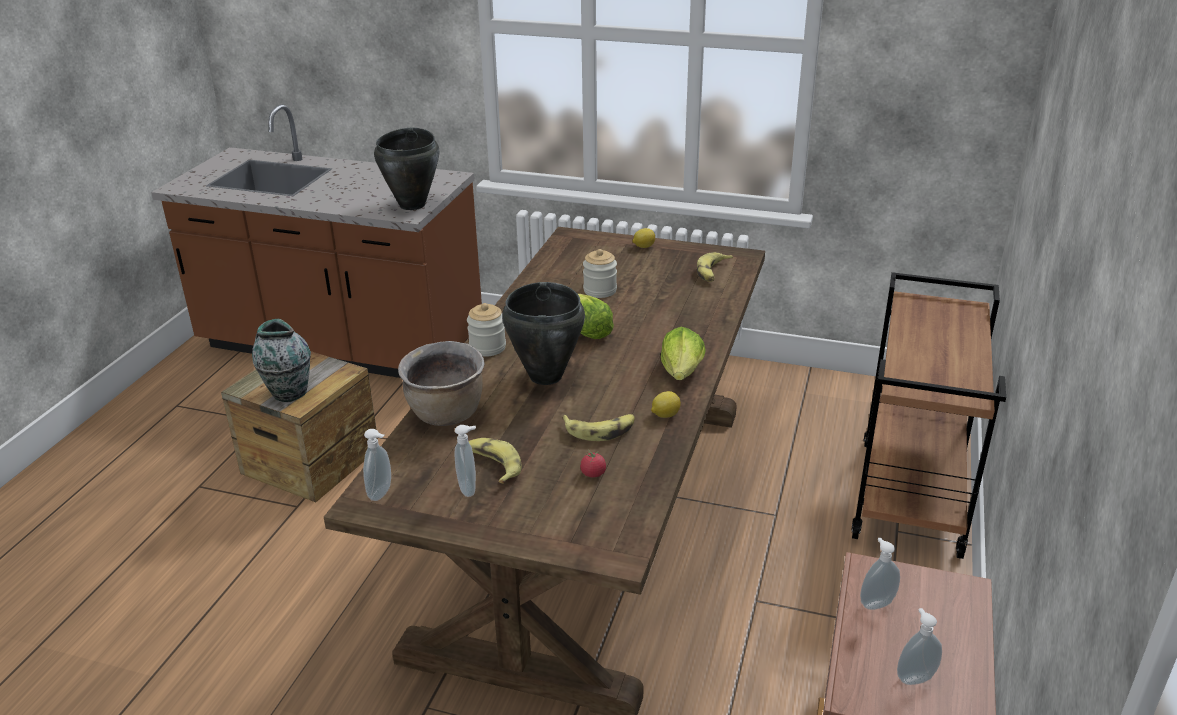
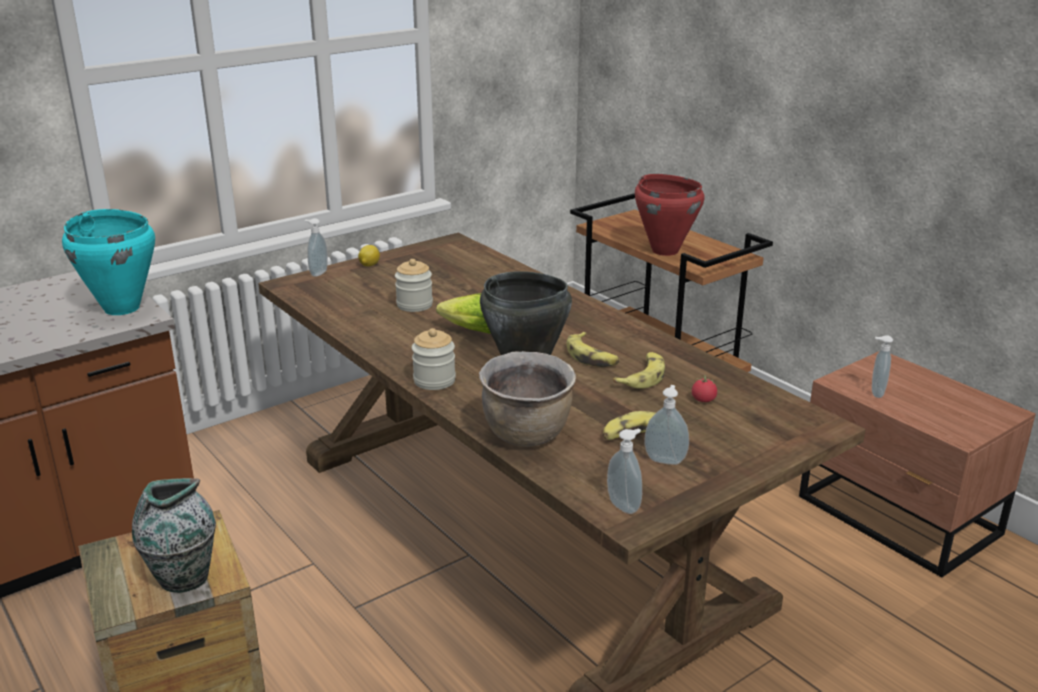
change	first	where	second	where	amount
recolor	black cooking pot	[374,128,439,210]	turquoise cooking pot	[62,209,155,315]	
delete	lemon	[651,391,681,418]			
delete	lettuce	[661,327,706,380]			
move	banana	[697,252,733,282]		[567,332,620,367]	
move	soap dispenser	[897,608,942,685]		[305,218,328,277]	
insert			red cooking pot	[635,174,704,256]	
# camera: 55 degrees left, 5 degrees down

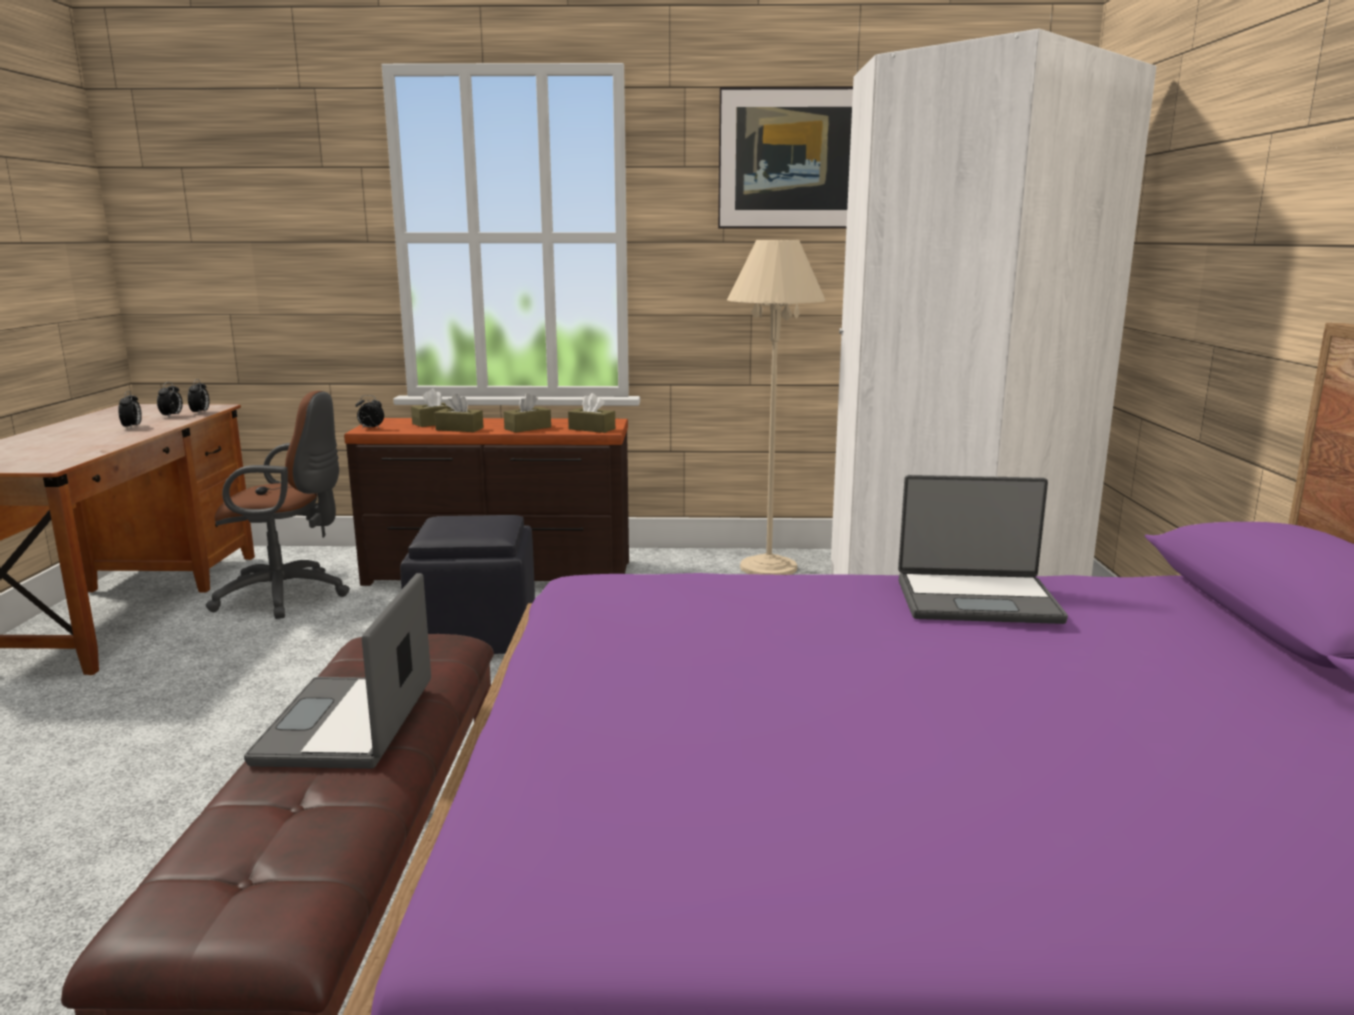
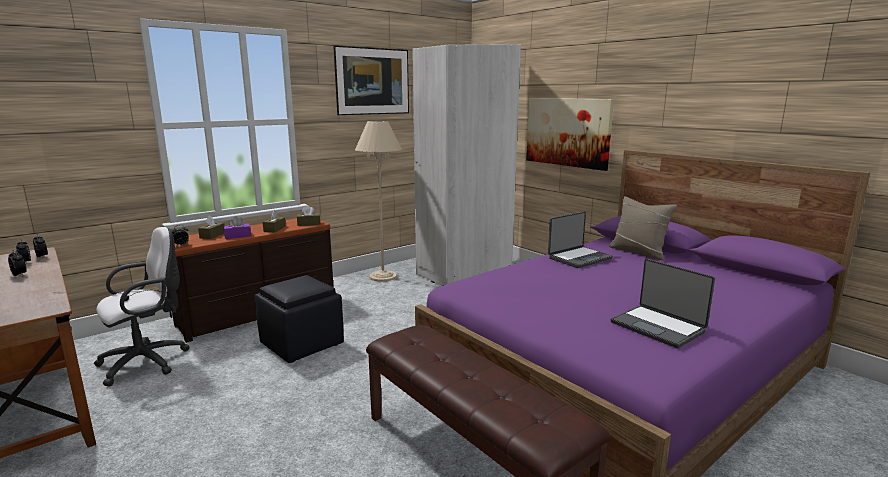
change	first	where	second	where	amount
recolor	brown office chair	[206,391,350,619]	white office chair	[94,227,190,386]	
move	laptop	[244,573,431,769]		[611,259,715,348]	
recolor	brown tissue box	[435,394,484,432]	purple tissue box	[223,216,251,239]	
insert			picture	[526,98,614,171]	
insert			beige pillow	[609,196,677,260]	
# camera: 40 degrees left, 0 degrees up

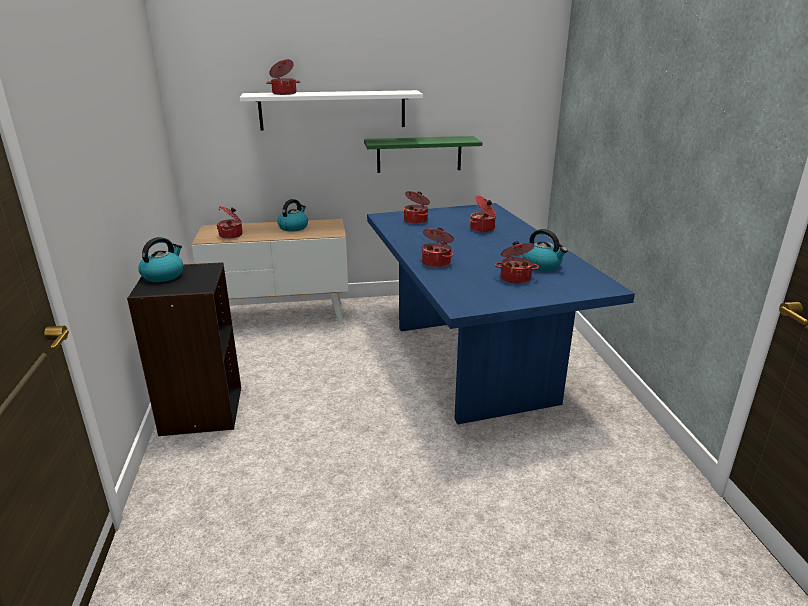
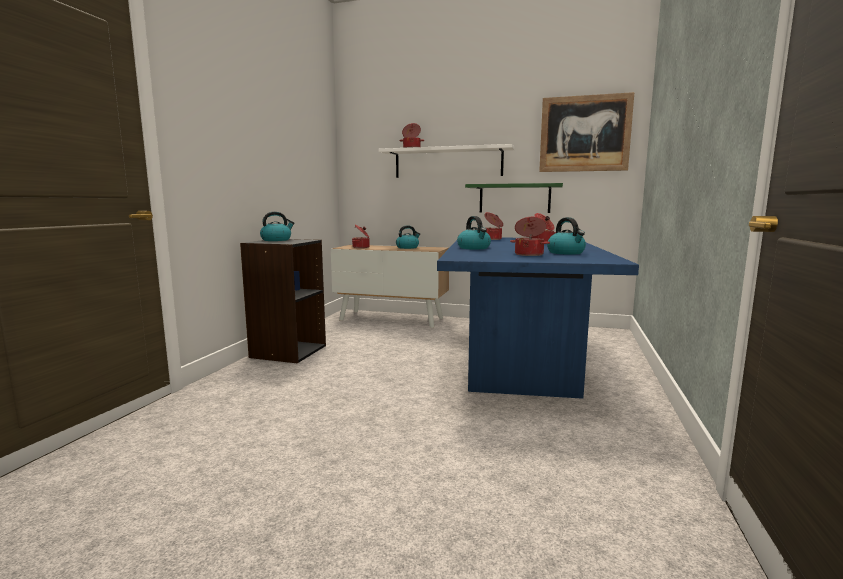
change	first	where	second	where	amount
replace	cooking pot	[421,228,454,268]	kettle	[457,216,491,249]	
insert			picture	[539,92,634,172]	
# camera: 25 degrees right, 15 degrees down

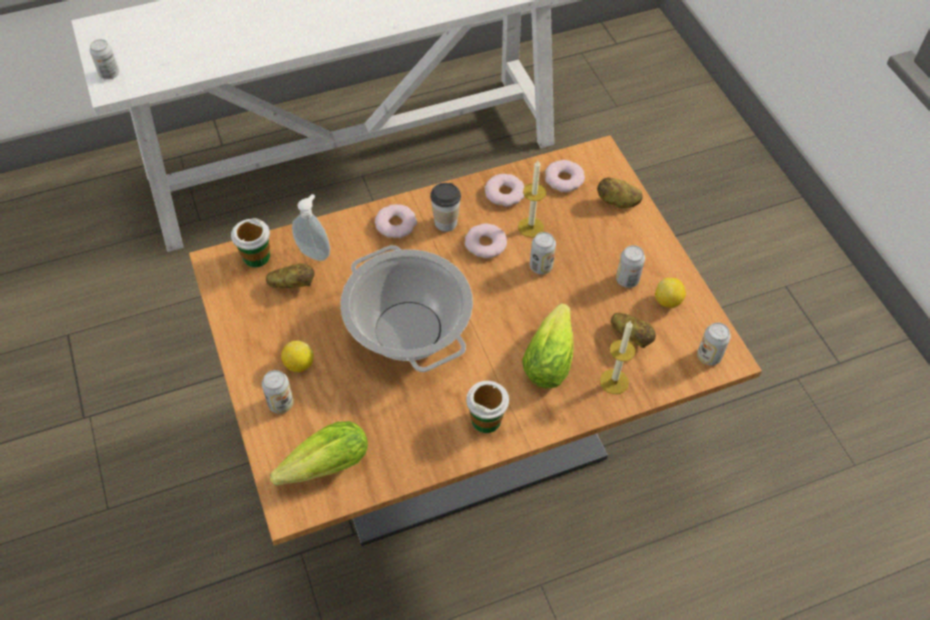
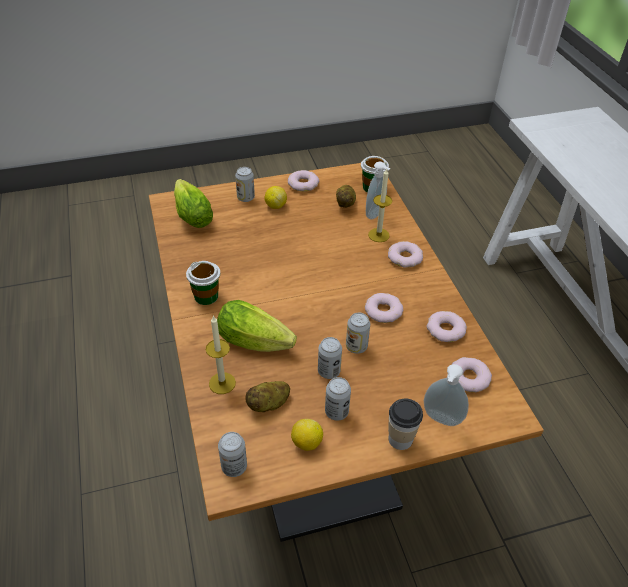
change	first	where	second	where	amount
move	can	[90,39,119,80]		[318,337,342,379]	
delete	cooking pot	[340,245,473,372]			
move	cup	[430,183,461,232]		[388,399,423,450]	
move	candle	[518,160,546,238]		[368,168,392,242]	
replace	potato	[597,177,643,208]	soap dispenser	[424,364,469,426]	
insert			donut	[288,170,319,192]	
# camera: 95 degrees right, 10 degrees down

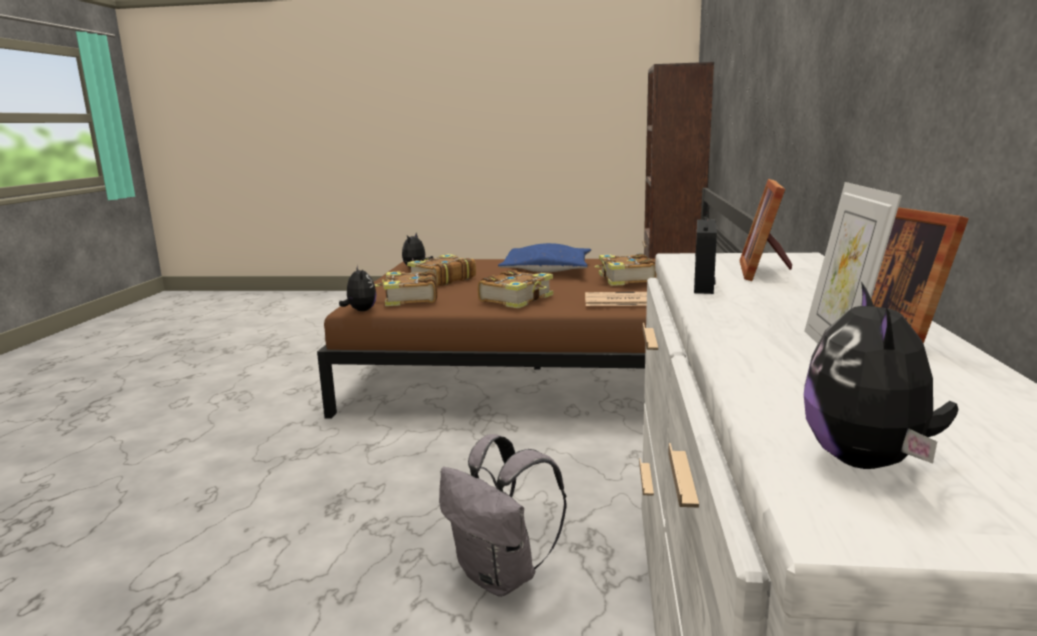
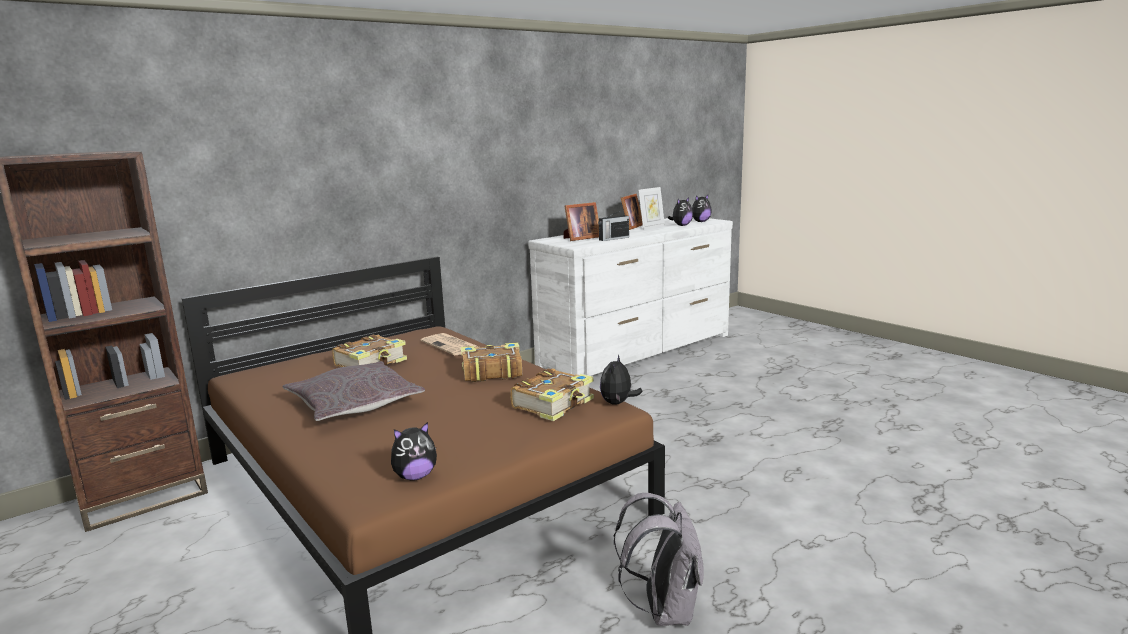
change	first	where	second	where	amount
delete	book	[407,254,476,286]			
move	grey backpack	[439,434,566,597]		[614,493,704,626]	
recolor	blue pillow	[498,243,591,272]	grey pillow	[283,361,425,421]	
insert			plush toy	[668,198,693,226]	
# camera: 135 degrees left, 0 degrees up

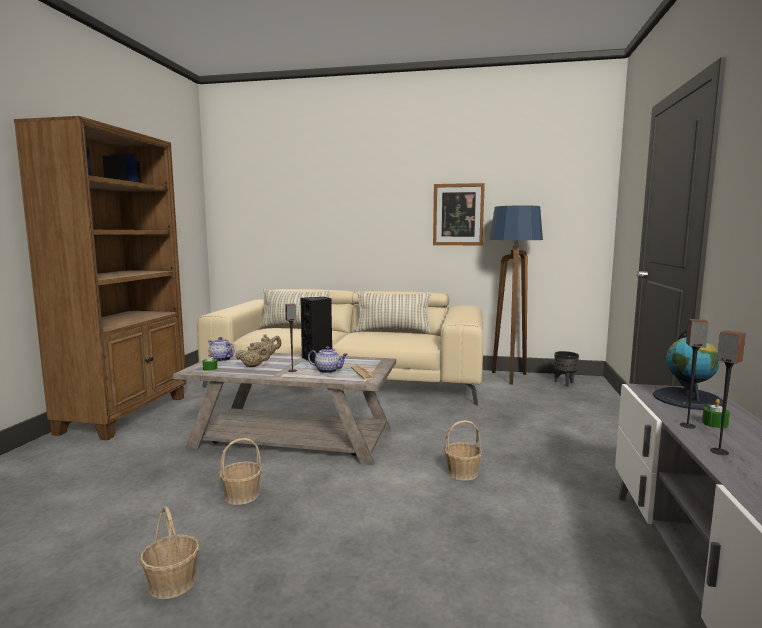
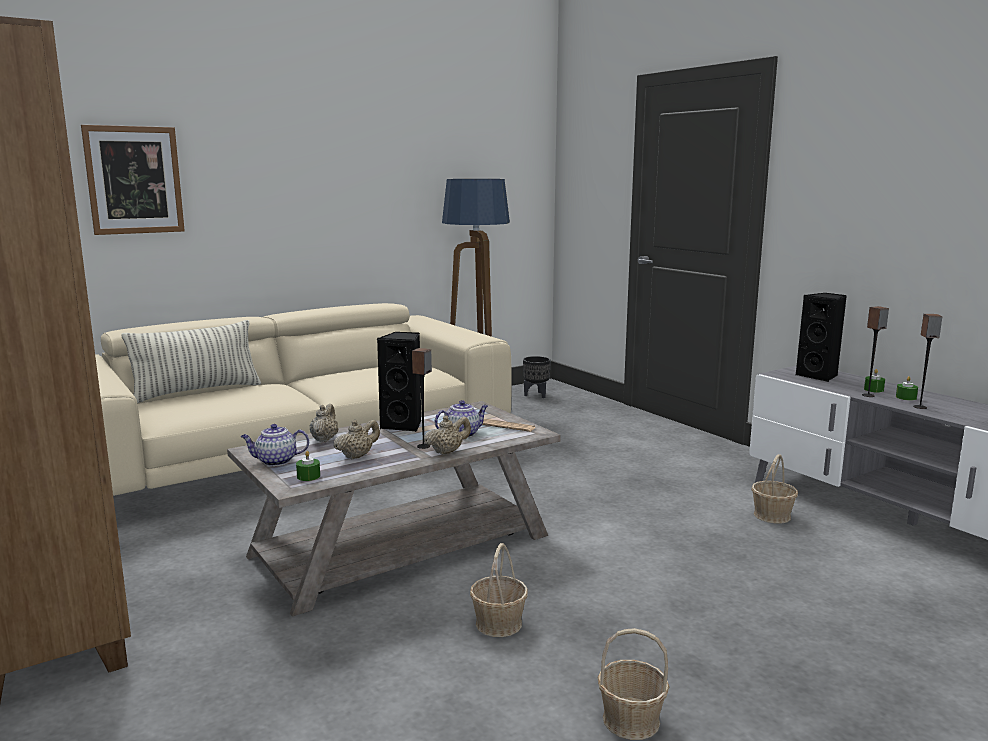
change	first	where	second	where	amount
delete	pillow	[356,291,431,333]			
move	picture	[433,183,485,245]		[81,125,185,235]	
move	basket	[444,420,482,481]		[752,454,798,523]	
replace	globe	[653,330,723,410]	black speaker	[796,293,847,382]	
insert			beige teapot	[424,416,471,455]	
insert			green candle	[896,376,918,401]	
# camera: 45 degrees left, 5 degrees up

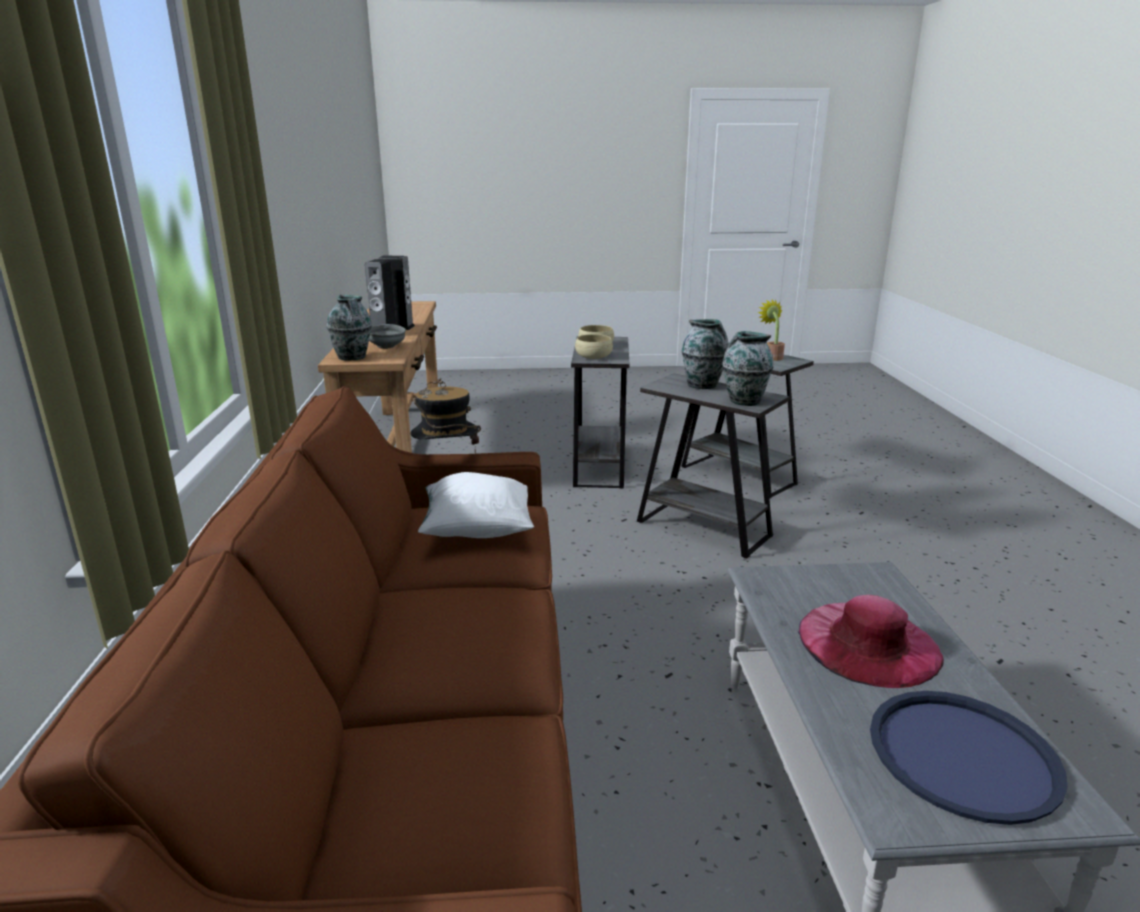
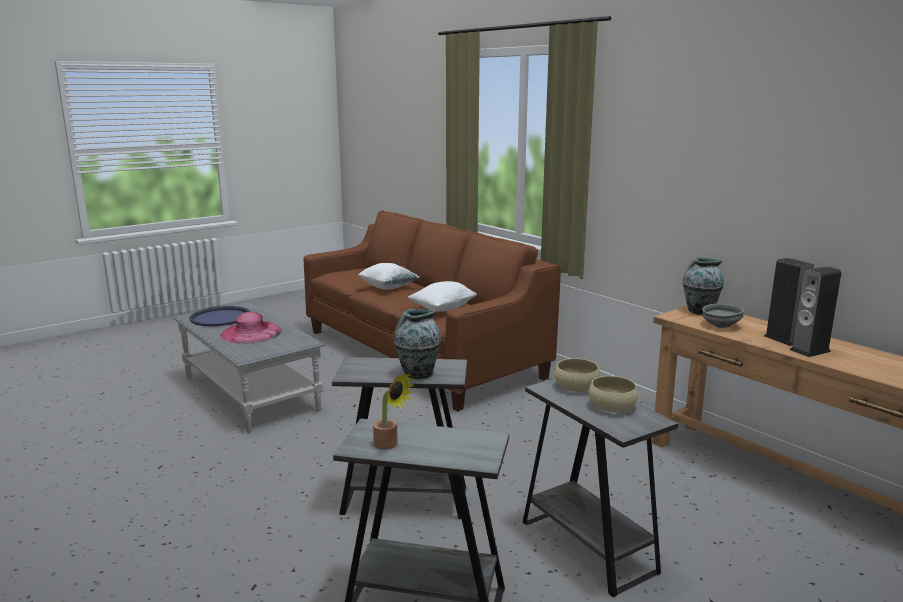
change	first	where	second	where	amount
delete	hat	[411,378,481,455]			
delete	vase	[722,331,773,406]			
insert			white pillow	[358,263,420,290]	
# camera: 145 degrees right, 5 degrees down

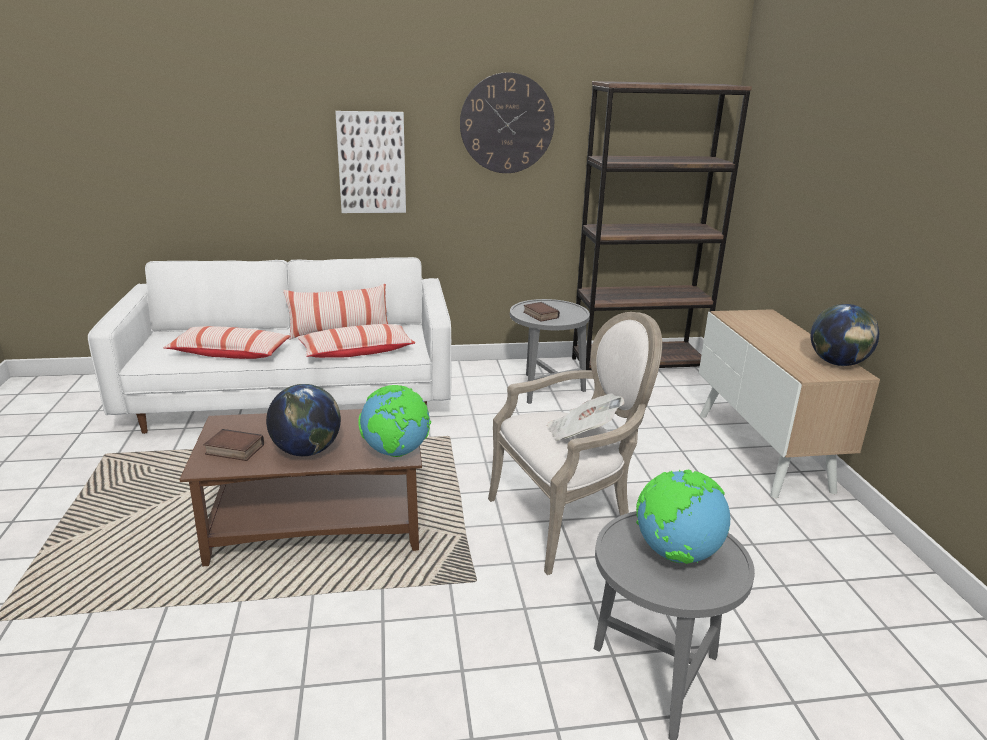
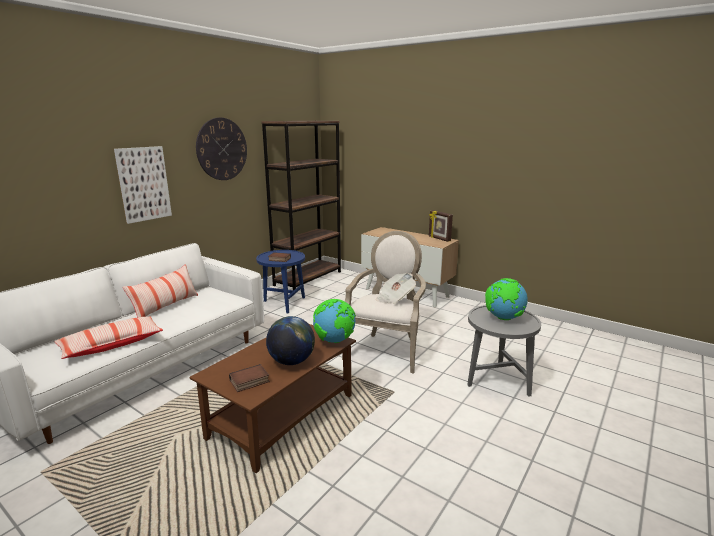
change	first	where	second	where	amount
delete	pillow	[298,324,415,358]			
recolor	grey side table	[510,299,590,404]	blue side table	[256,250,305,313]	
replace	globe	[811,304,879,366]	picture frame	[429,210,453,242]	
# camera: 45 degrees left, 5 degrees down

